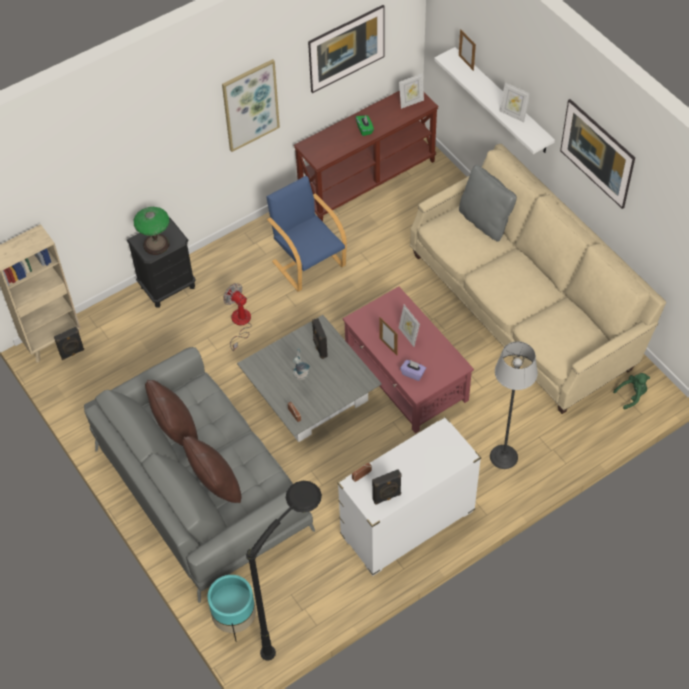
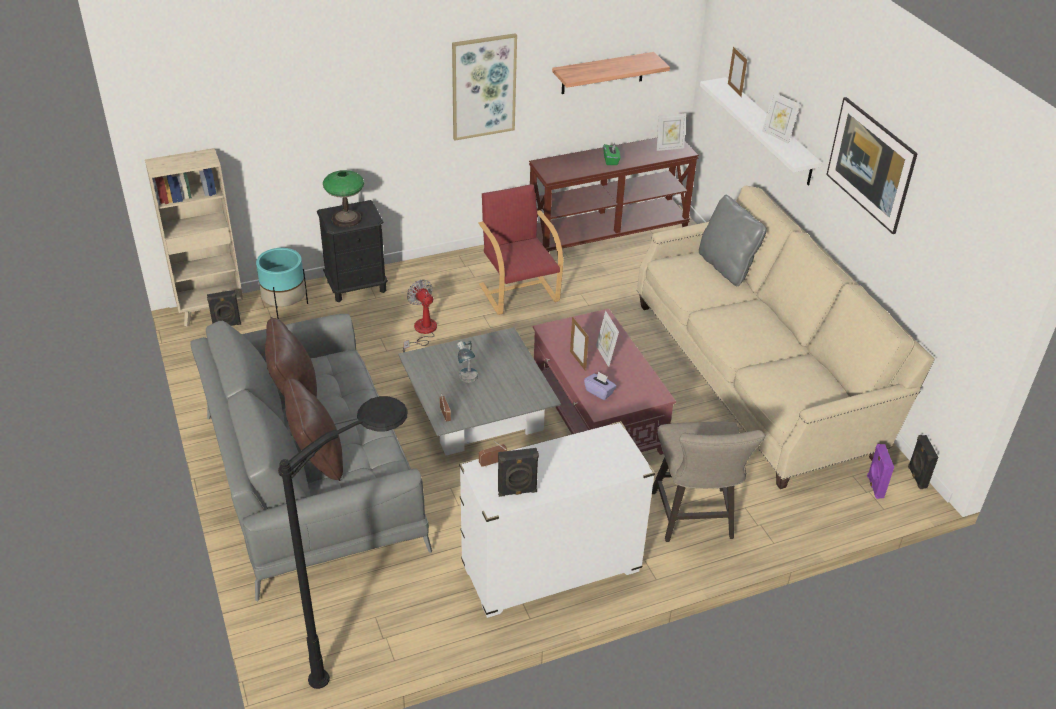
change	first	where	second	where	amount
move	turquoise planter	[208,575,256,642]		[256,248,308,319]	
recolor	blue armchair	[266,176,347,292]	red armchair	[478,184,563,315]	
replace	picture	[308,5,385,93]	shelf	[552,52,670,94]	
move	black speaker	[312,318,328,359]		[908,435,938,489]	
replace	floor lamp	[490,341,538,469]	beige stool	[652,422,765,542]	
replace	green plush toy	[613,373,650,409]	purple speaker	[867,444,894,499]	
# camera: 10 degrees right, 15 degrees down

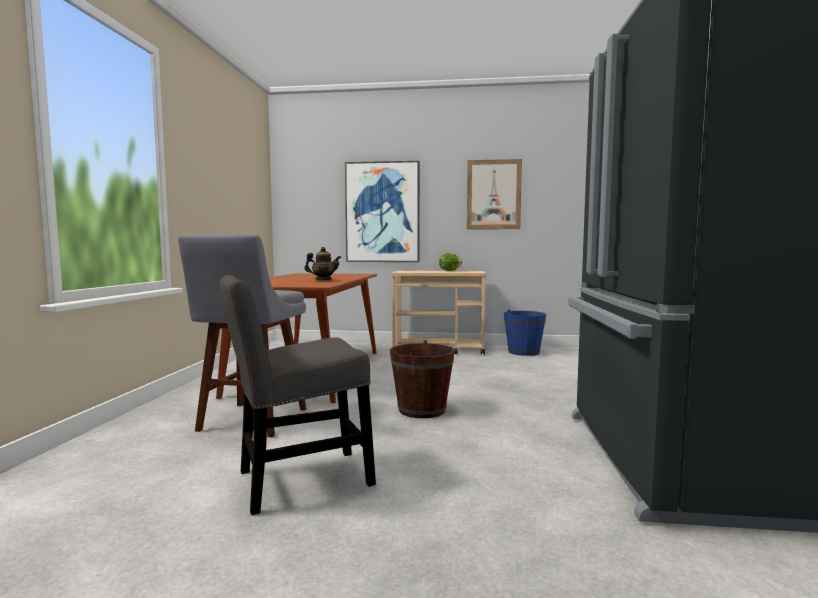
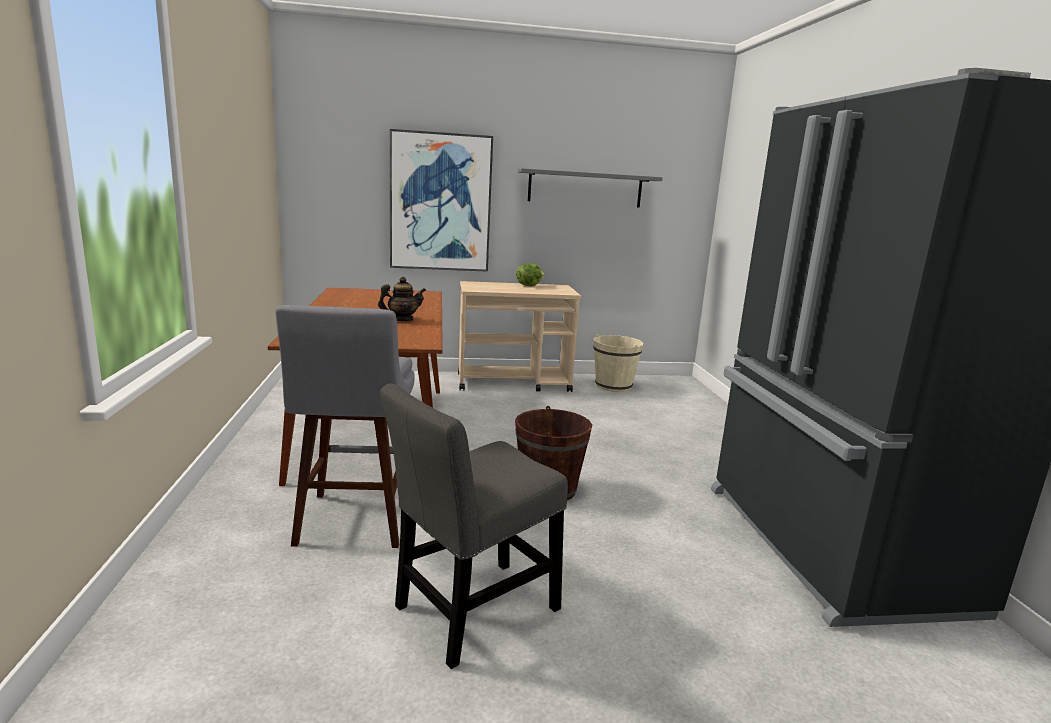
change	first	where	second	where	amount
replace	picture	[467,159,522,230]	grey shelf	[518,168,663,208]	
recolor	blue bucket	[504,309,546,356]	beige bucket	[593,334,643,392]	
# camera: 15 degrees left, 10 degrees up

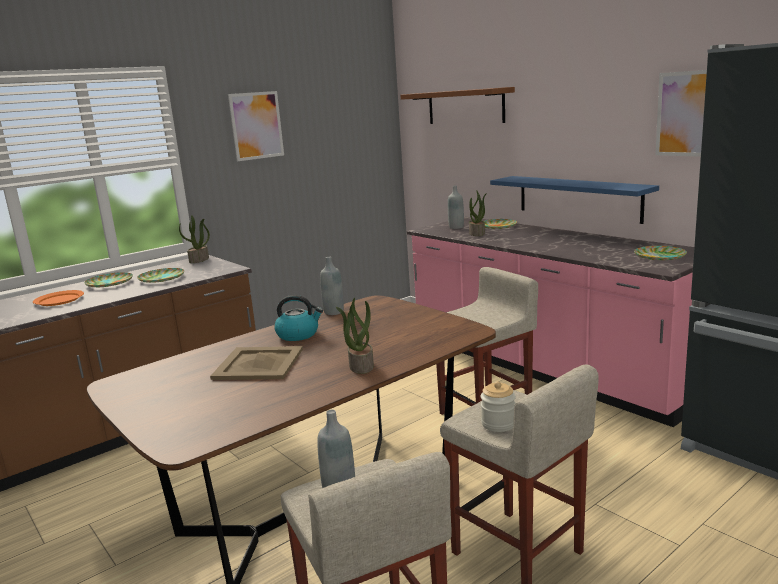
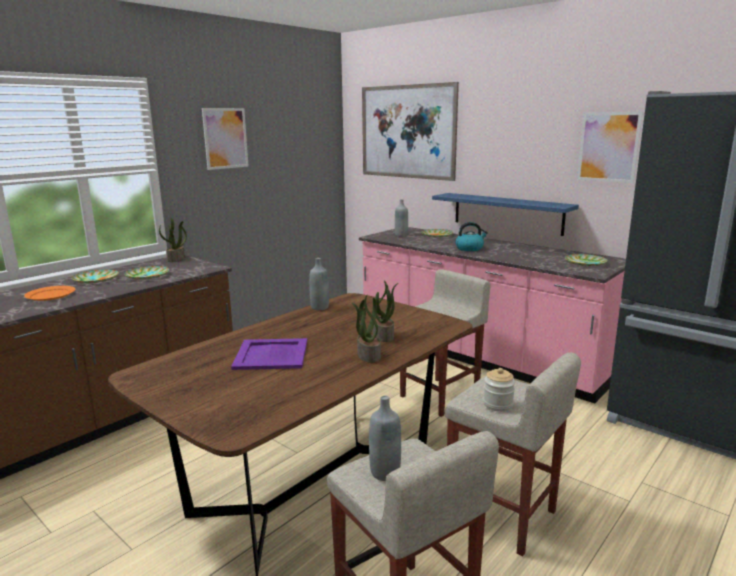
change	first	where	second	where	amount
recolor	beige tray	[210,346,303,380]	purple tray	[231,338,307,370]	
move	kettle	[274,295,323,341]		[455,222,488,251]	
replace	brown shelf	[400,87,515,124]	picture	[362,82,459,181]	
move	potted plant	[469,190,487,236]		[373,280,398,342]	
# camera: 10 degrees left, 0 degrees up

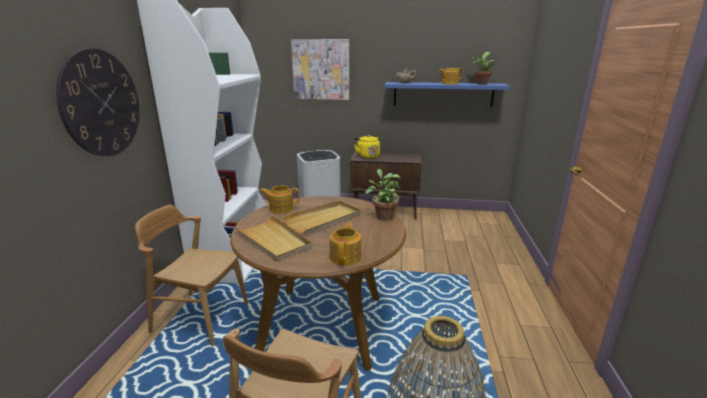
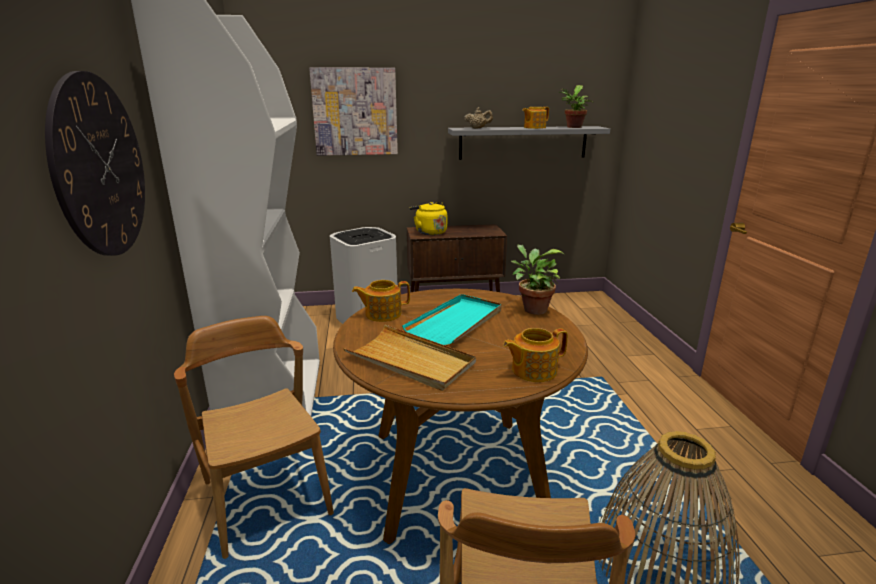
change	first	where	second	where	amount
rotate	brown chair	[135,205,248,346]		[174,316,334,559]	60 degrees clockwise
recolor	beige tray	[282,201,361,234]	turquoise tray	[402,294,502,346]	
rotate	teapot	[330,222,361,266]		[503,328,568,382]	105 degrees counterclockwise
recolor	blue shelf	[385,82,510,107]	grey shelf	[448,126,610,160]	
# camera: 15 degrees left, 0 degrees up

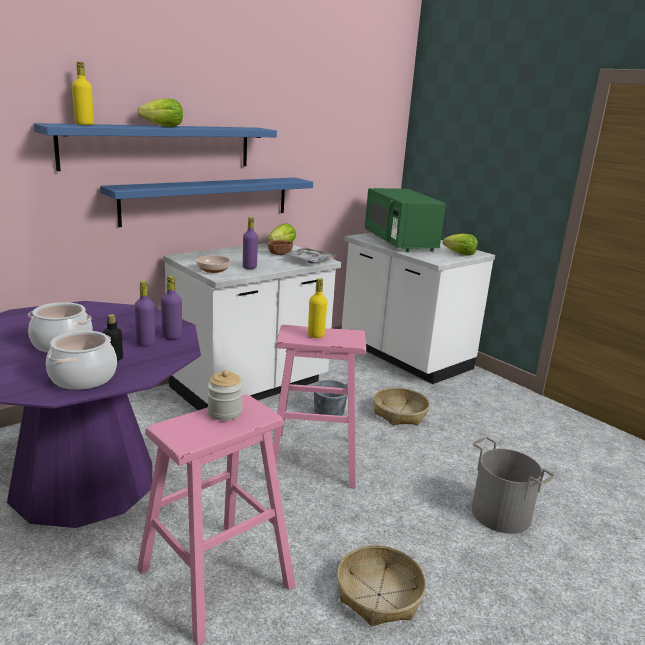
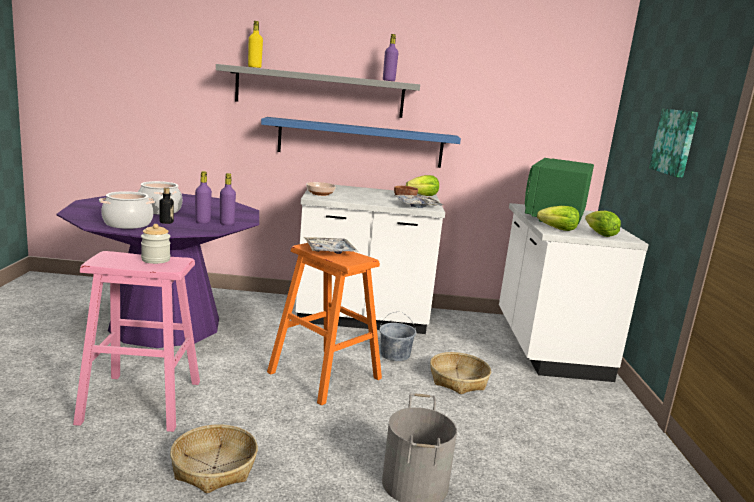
change	first	where	second	where	amount
recolor	blue shelf	[34,123,277,171]	grey shelf	[216,64,420,118]	
move	lettuce	[137,99,183,127]		[537,206,579,231]	
move	purple bottle	[243,217,258,269]		[383,34,398,81]	
recolor	pink stool	[273,325,366,489]	orange stool	[267,243,382,406]	
replace	yellow bottle	[308,278,327,338]	tray	[304,237,358,254]	
insert			picture	[649,109,698,178]	
# camera: 40 degrees right, 5 degrees down

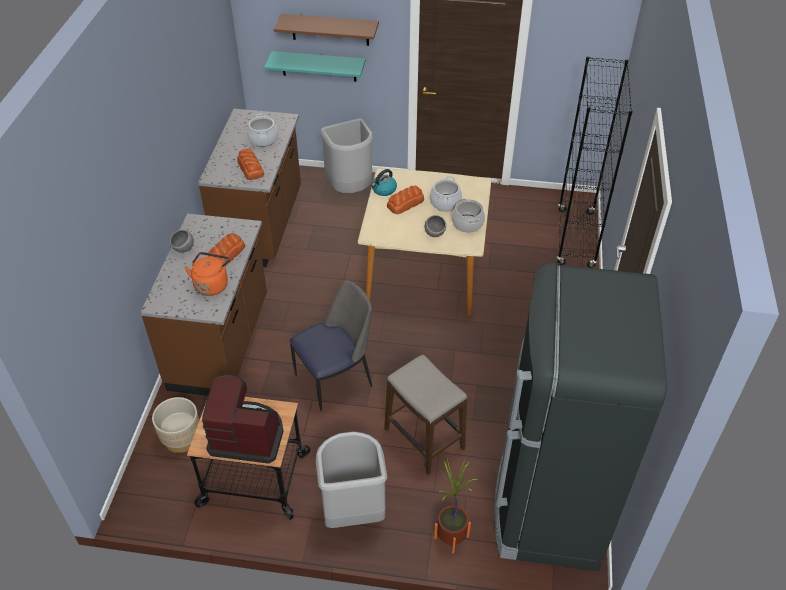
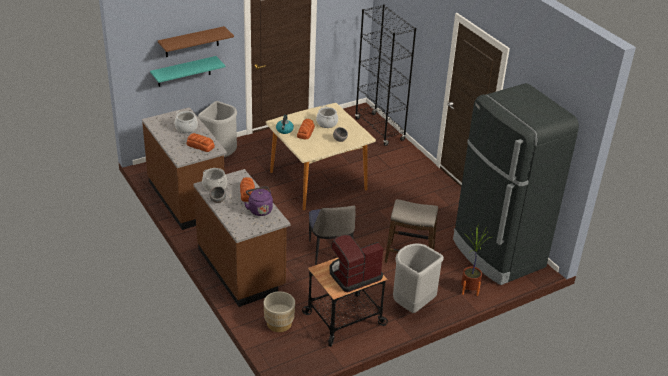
change	first	where	second	where	amount
recolor	orange kettle	[185,252,230,296]	purple kettle	[244,186,273,216]	
rotate	chair	[290,280,372,411]		[309,205,355,265]	150 degrees clockwise
move	cooking pot	[452,199,485,233]		[202,168,227,191]	
# camera: 40 degrees left, 10 degrees down

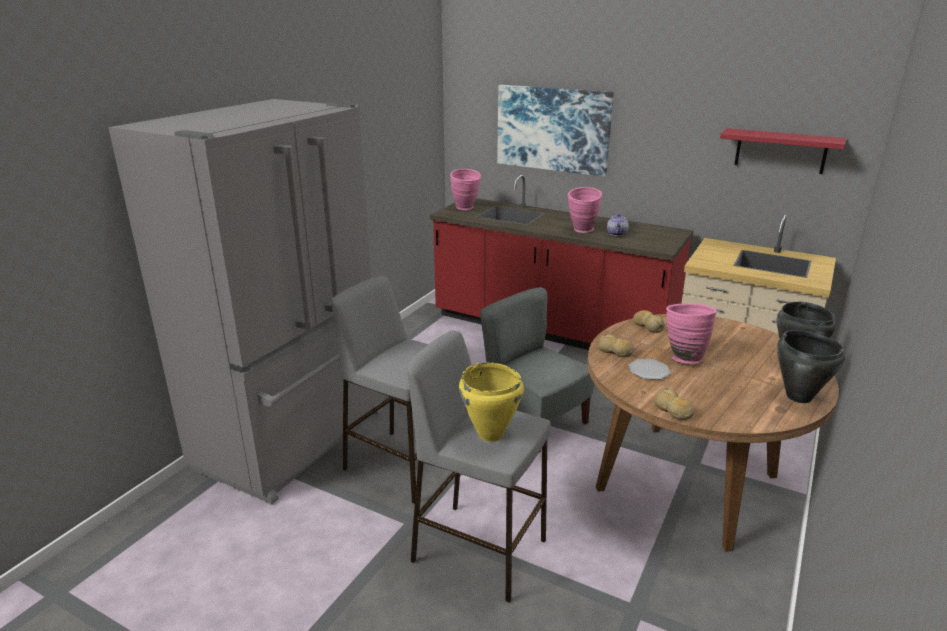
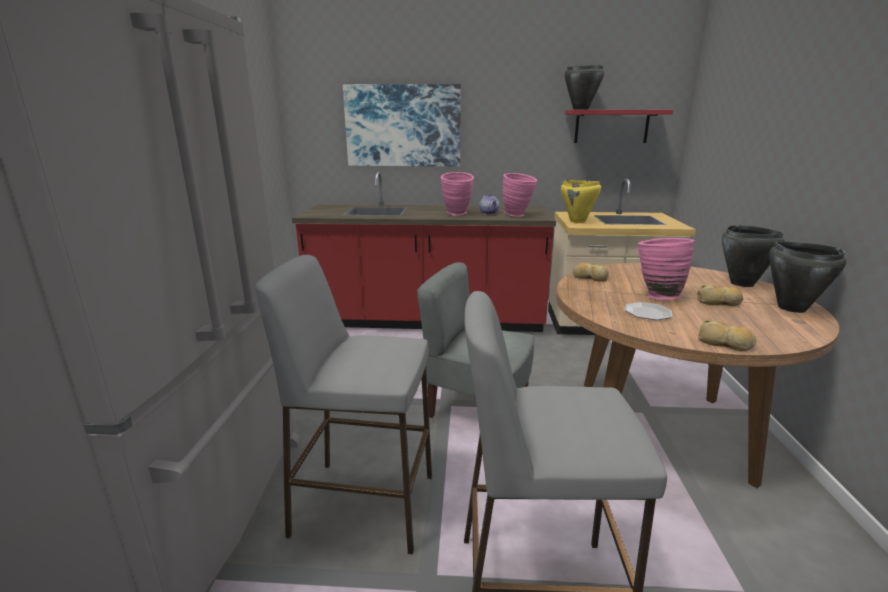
change	first	where	second	where	amount
move	pink vase	[450,169,481,210]		[503,173,538,217]	
move	yellow cooking pot	[459,362,524,442]		[561,180,601,223]	
move	bread	[597,334,634,357]		[697,285,743,306]	
insert			black cooking pot	[565,65,604,110]	
# camera: 25 degrees left, 5 degrees down

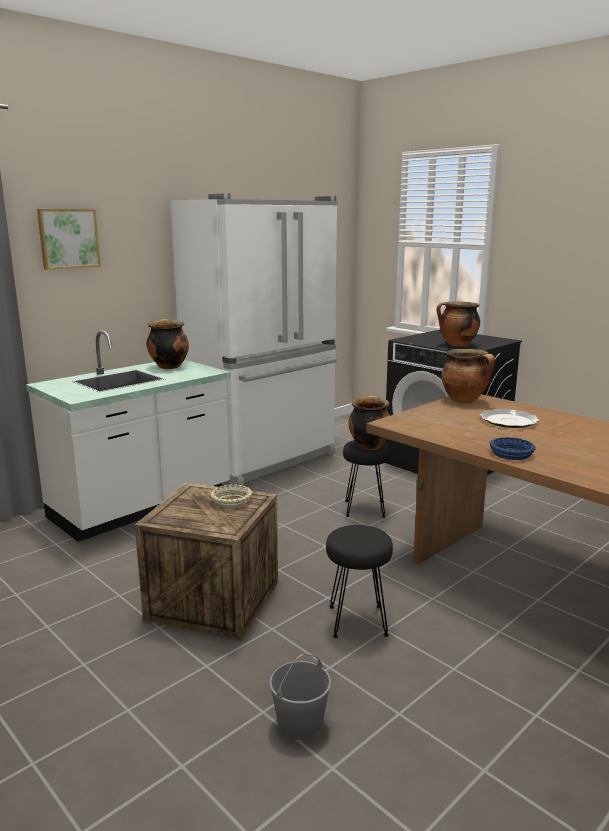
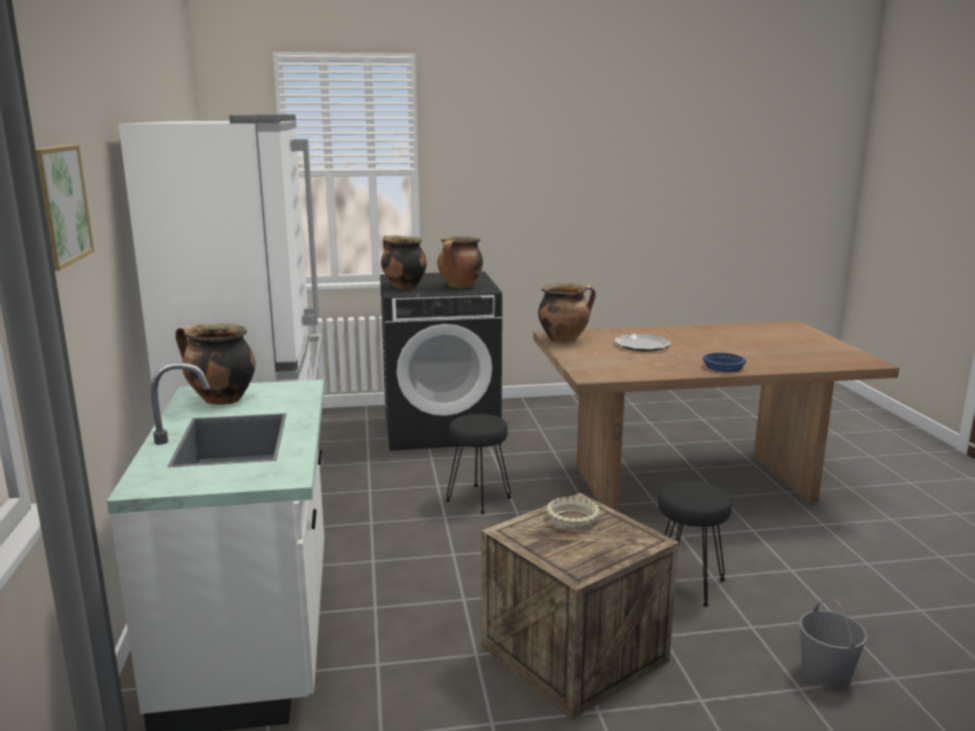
change	first	where	second	where	amount
move	cooking pot	[348,395,390,450]		[381,235,427,289]	
# camera: 55 degrees left, 0 degrees up

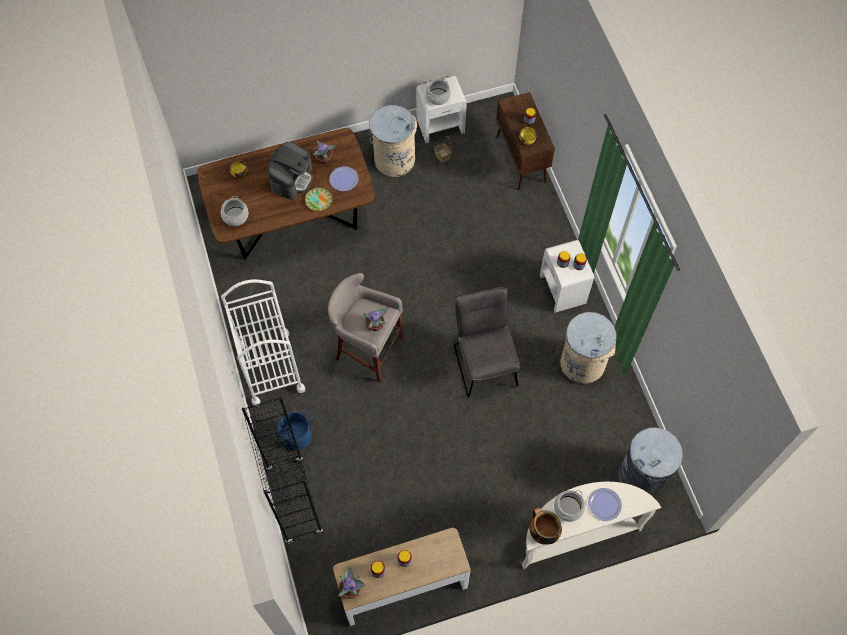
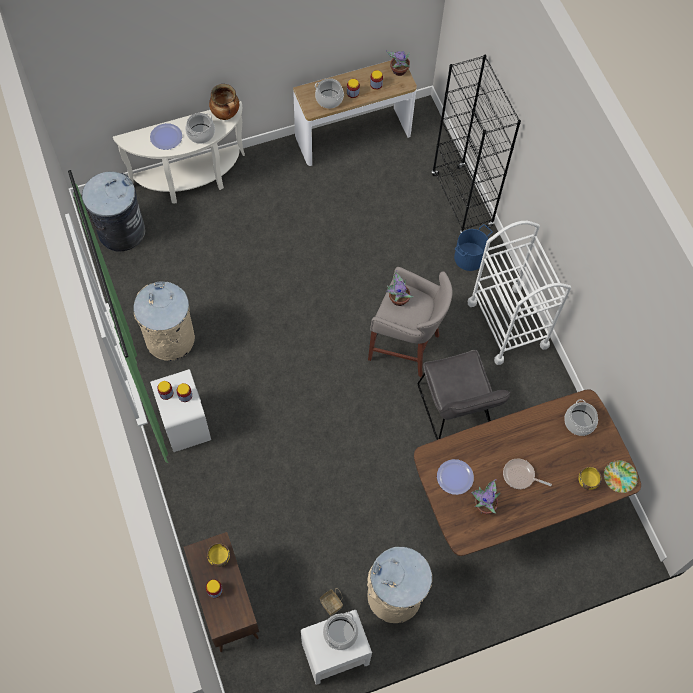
change	first	where	second	where	amount
replace	coffee machine	[268,142,313,200]	frying pan	[503,458,552,489]	
move	plate	[305,187,332,211]		[604,460,638,493]	
move	grey chair	[454,287,521,398]		[418,350,511,440]	
insert			cooking pot	[315,78,344,108]	
# camera: 175 degrees right, 0 degrees up

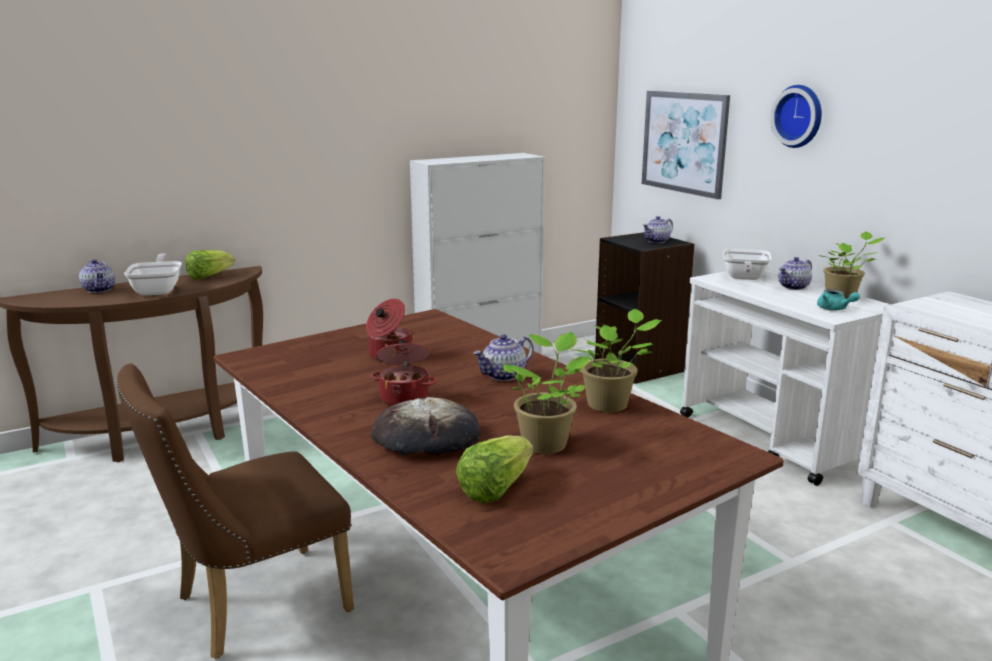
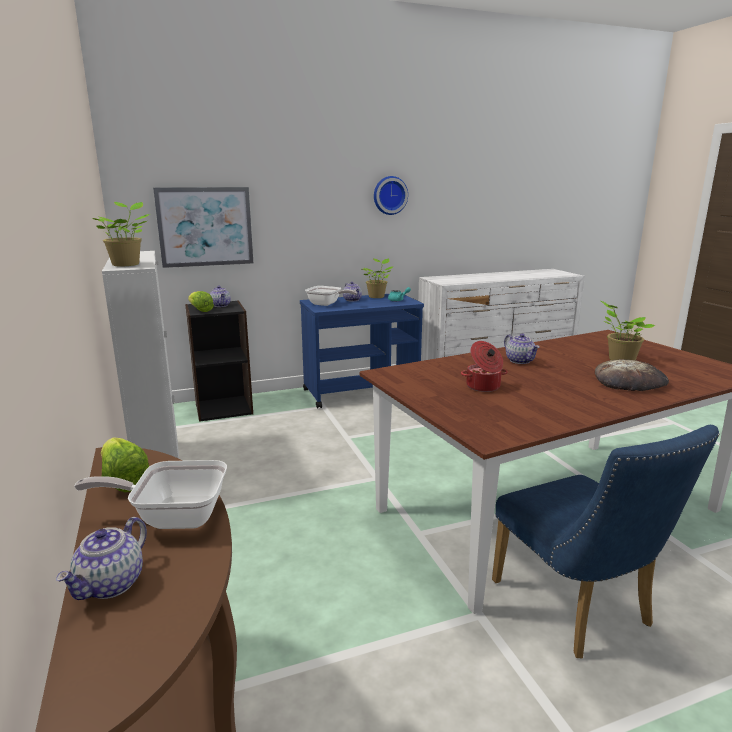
change	first	where	second	where	amount
rotate	teapot	[79,259,115,293]		[56,517,147,600]	135 degrees clockwise
recolor	brown chair	[117,363,354,659]	blue chair	[492,425,720,658]	
delete	cooking pot	[371,340,436,406]			
move	lettuce	[456,435,533,503]		[188,291,214,312]	
move	potted plant	[572,309,662,412]		[92,202,150,266]	
recolor	white cart	[680,270,891,486]	blue cart	[300,294,424,408]	
move	wall clock	[770,85,822,148]		[374,176,408,215]	
# camera: 80 degrees left, 0 degrees up

